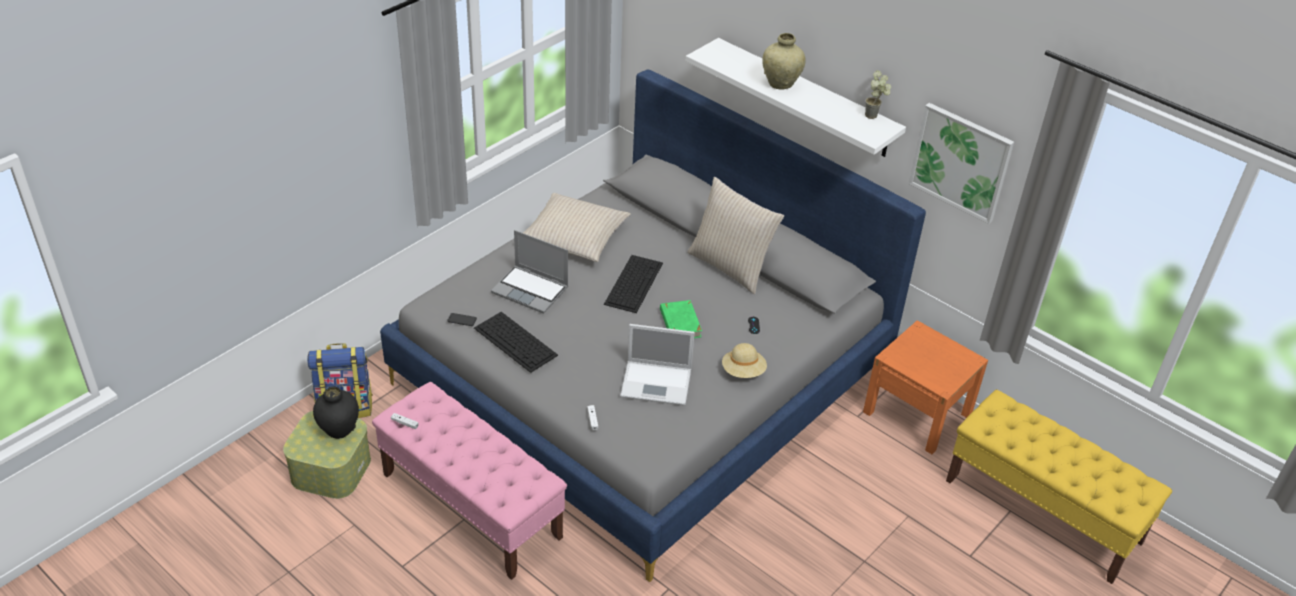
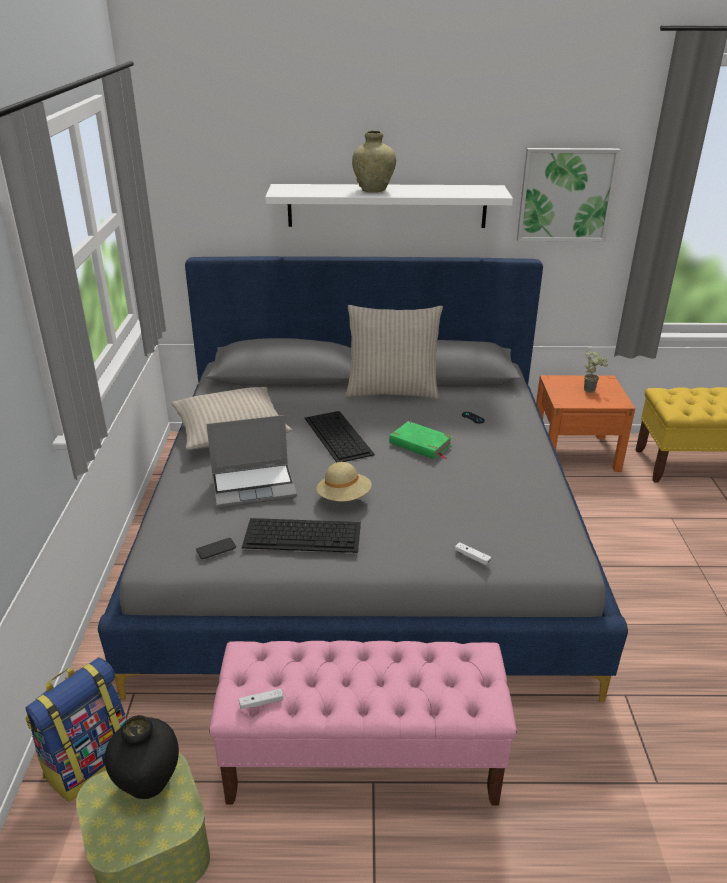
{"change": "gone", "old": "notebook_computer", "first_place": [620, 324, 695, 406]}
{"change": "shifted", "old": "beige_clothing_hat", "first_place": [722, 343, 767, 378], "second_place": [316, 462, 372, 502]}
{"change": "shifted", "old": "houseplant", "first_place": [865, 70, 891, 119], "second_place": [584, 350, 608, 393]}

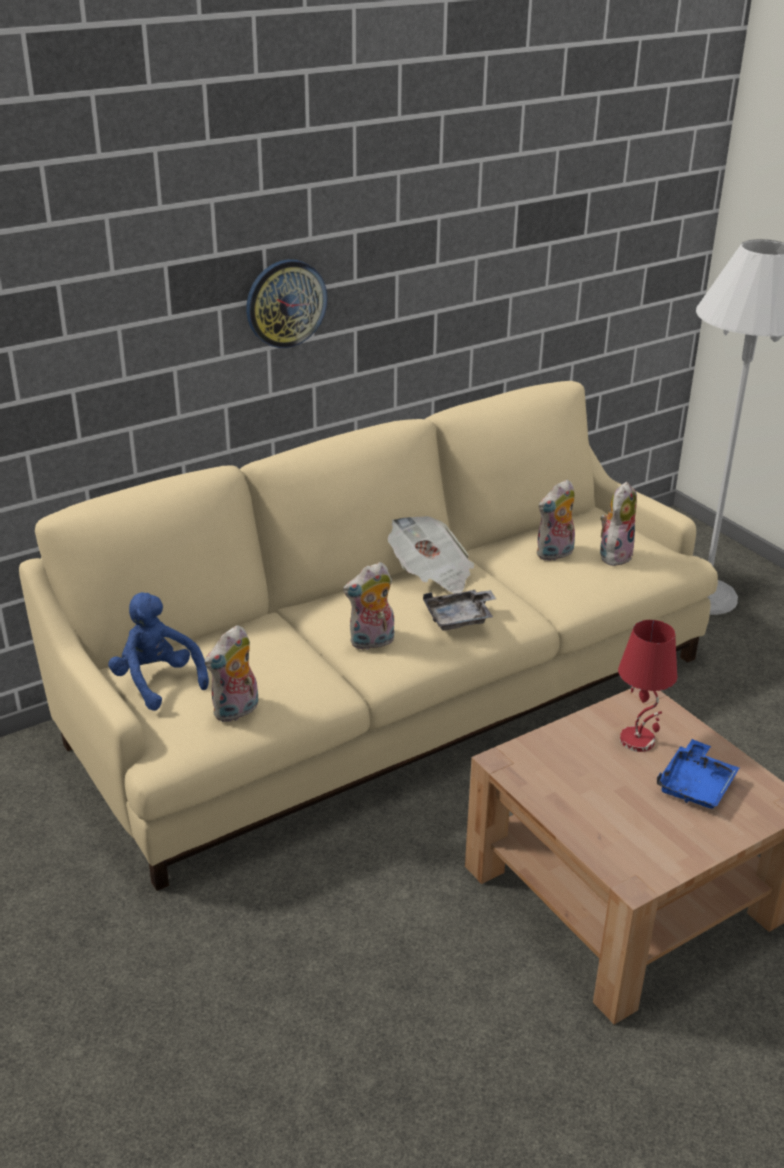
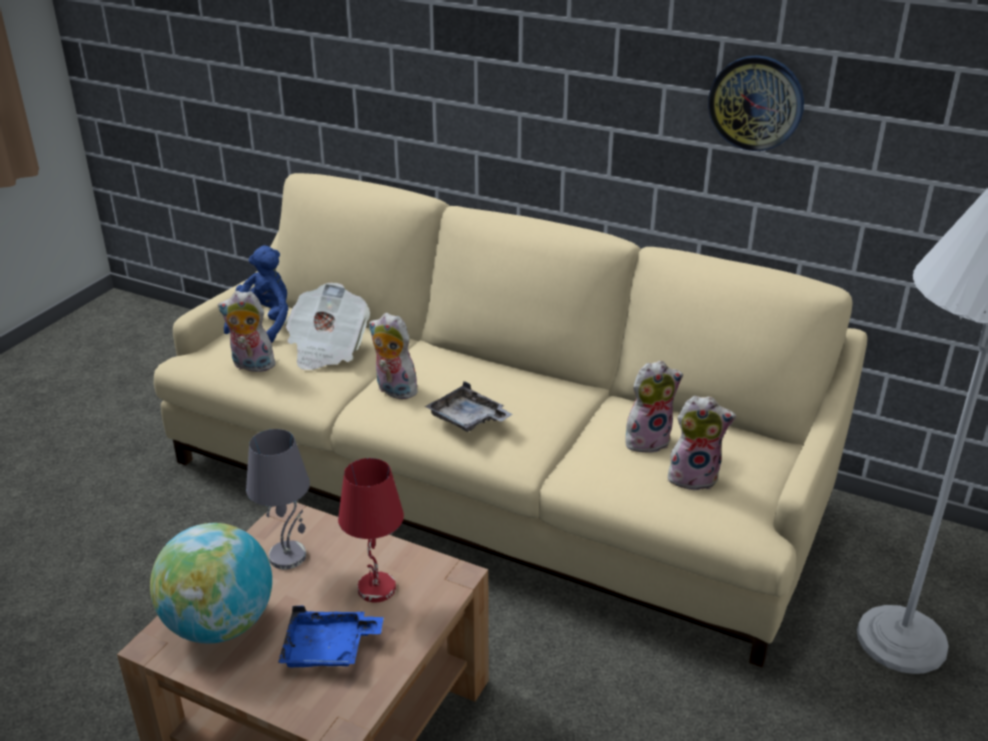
{"change": "shifted", "old": "clock_on_the_wall", "first_place": [246, 259, 327, 348], "second_place": [708, 55, 804, 151]}
{"change": "shifted", "old": "printed_paper", "first_place": [388, 516, 475, 593], "second_place": [285, 283, 370, 370]}
{"change": "rotated", "old": "plush_toy", "first_place": [537, 480, 575, 561], "second_place": [625, 361, 683, 454], "degrees": 135}
{"change": "new", "new": "globe", "second_place": [150, 523, 272, 643]}
{"change": "new", "new": "greyish_table_lamp", "second_place": [246, 429, 310, 569]}

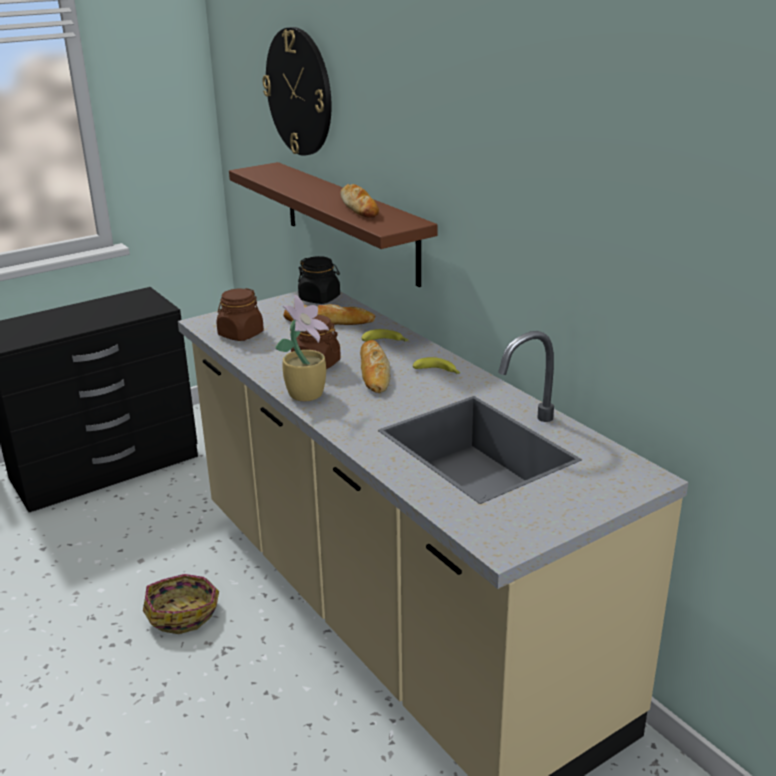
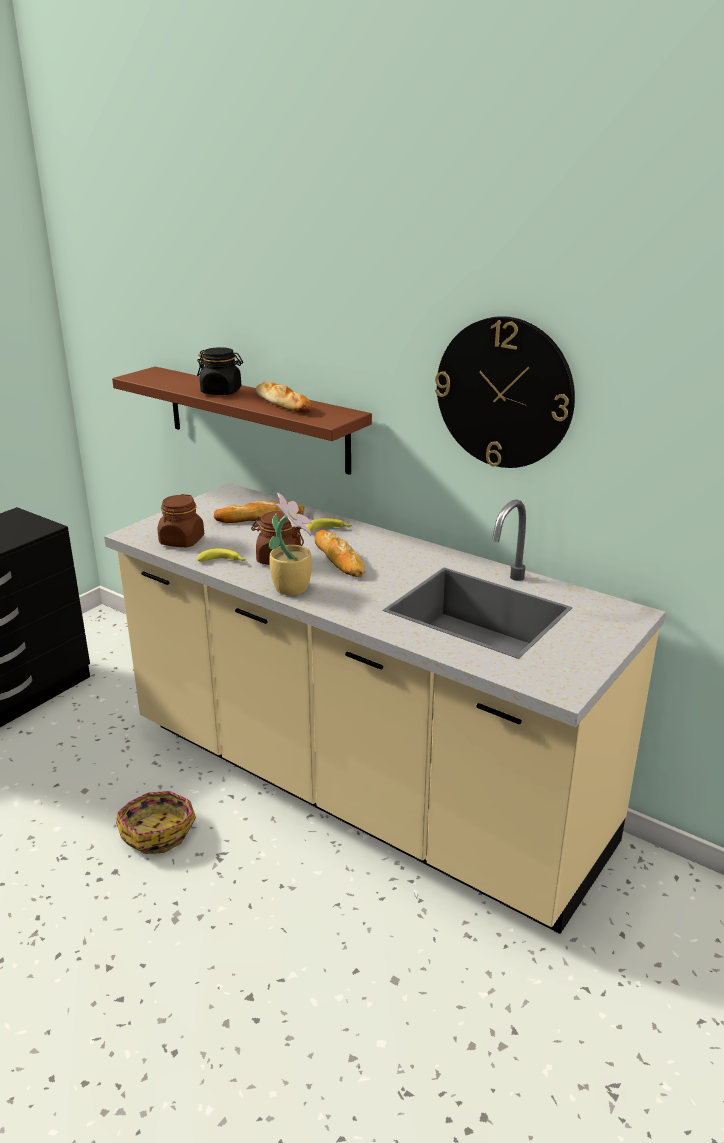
{"change": "shifted", "old": "clock_on_the_wall", "first_place": [263, 27, 332, 156], "second_place": [435, 316, 575, 468]}
{"change": "shifted", "old": "black-coloured_preserve_jar", "first_place": [298, 256, 340, 304], "second_place": [197, 347, 243, 395]}
{"change": "shifted", "old": "whole_banana", "first_place": [413, 357, 460, 374], "second_place": [197, 548, 246, 562]}

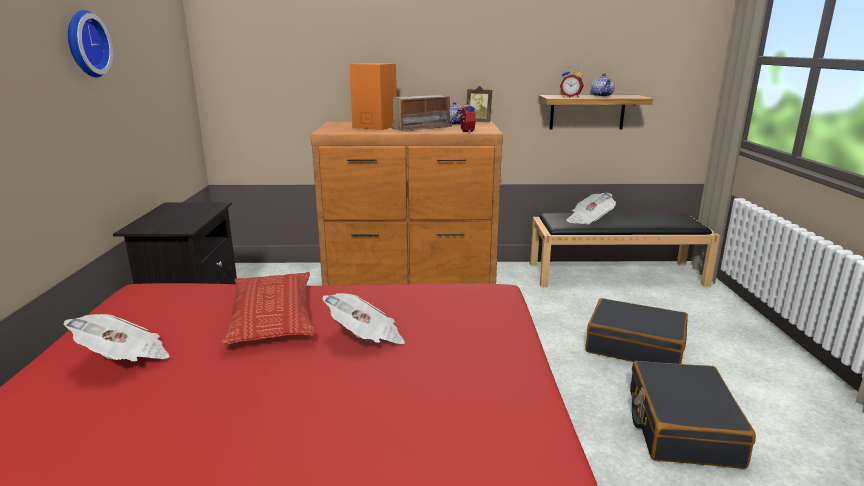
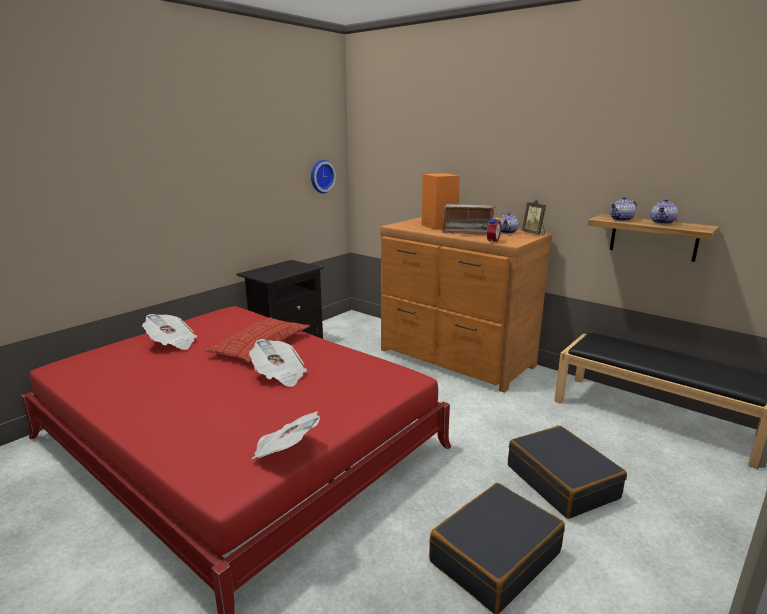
{"change": "shifted", "old": "clock_on_the_wall", "first_place": [68, 10, 113, 78], "second_place": [311, 160, 336, 193]}
{"change": "swapped", "old": "table_clock", "new": "tea_pot", "first_place": [560, 66, 584, 97], "second_place": [610, 197, 637, 221]}
{"change": "shifted", "old": "printed_paper", "first_place": [566, 193, 616, 225], "second_place": [251, 411, 320, 460]}

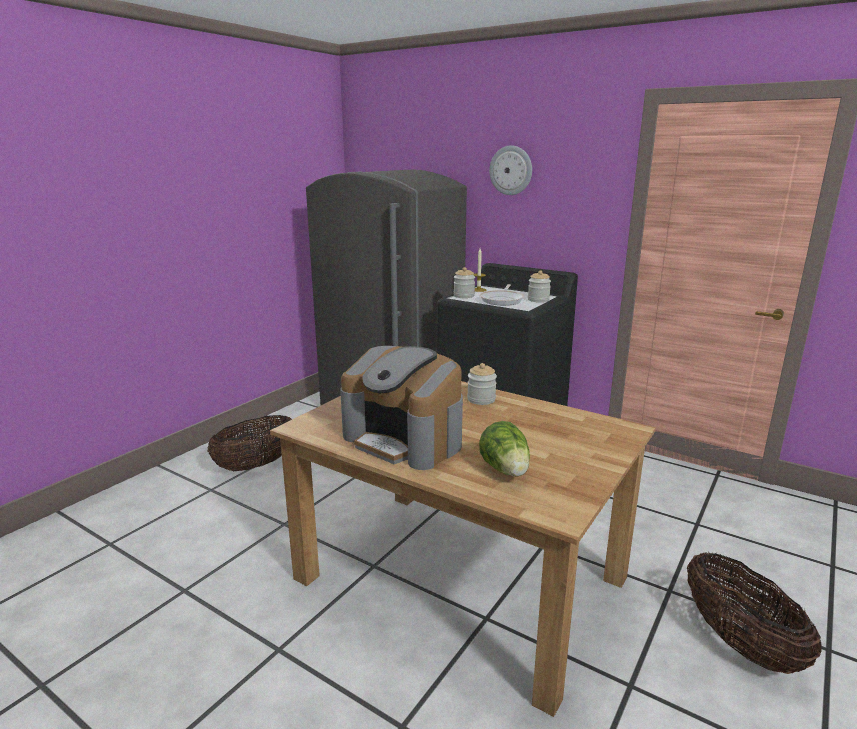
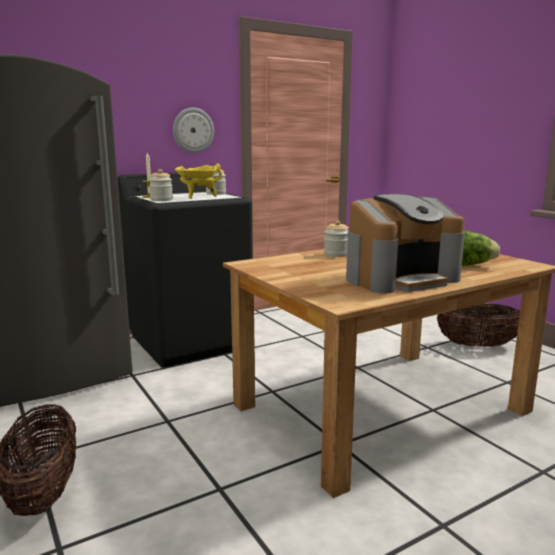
{"change": "swapped", "old": "frying_pan", "new": "yellow-coloured_stockpot", "first_place": [479, 284, 524, 305], "second_place": [175, 163, 222, 199]}
{"change": "shifted", "old": "clock_on_the_wall", "first_place": [489, 145, 532, 195], "second_place": [173, 107, 214, 153]}

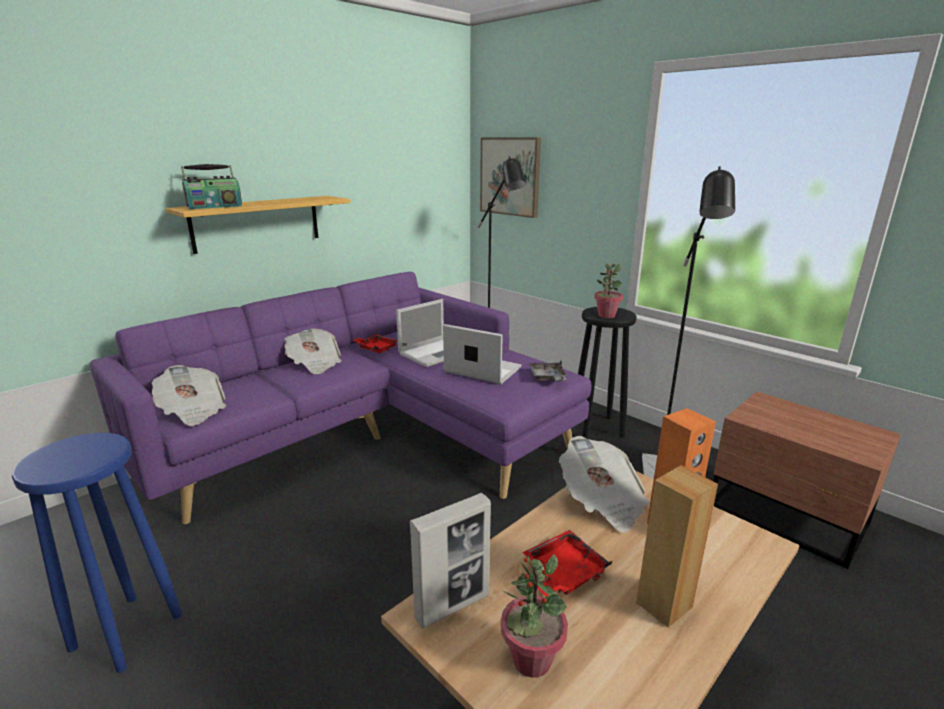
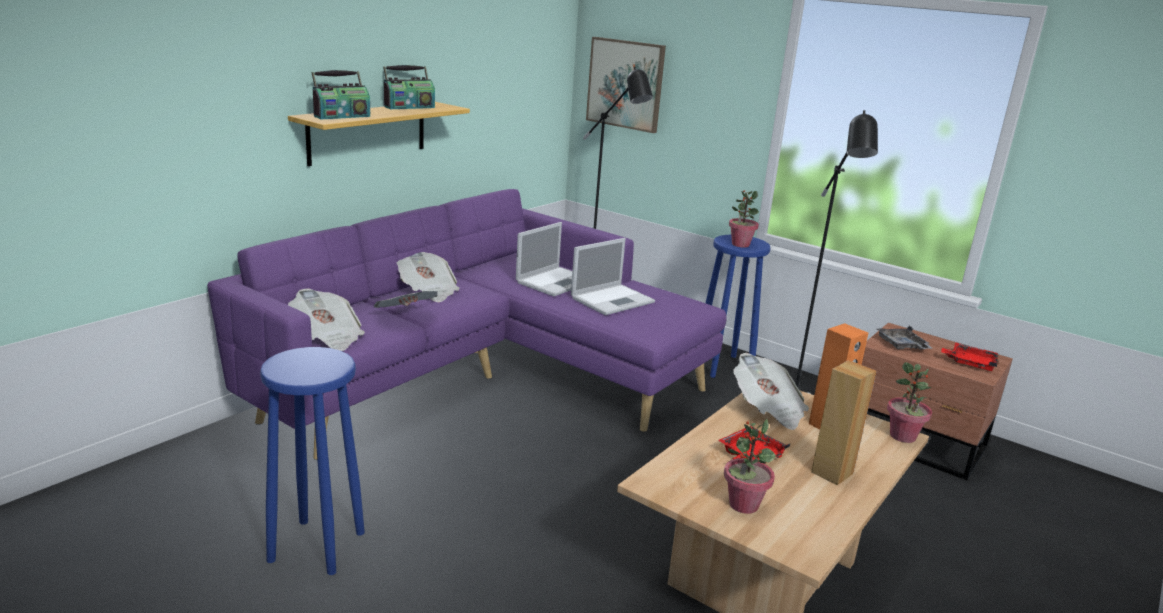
{"change": "shifted", "old": "red_carrying_tray", "first_place": [353, 334, 398, 353], "second_place": [941, 342, 998, 371]}
{"change": "gone", "old": "photo_frame", "first_place": [410, 493, 491, 629]}
{"change": "rotated", "old": "notebook_computer", "first_place": [443, 324, 521, 384], "second_place": [571, 238, 655, 315], "degrees": 120}
{"change": "shifted", "old": "greyish_carrying_tray", "first_place": [529, 360, 568, 381], "second_place": [877, 326, 932, 350]}
{"change": "repainted", "old": "black-coloured_sitting_stool", "new": "blue-coloured_sitting_stool", "first_place": [578, 307, 637, 438], "second_place": [706, 235, 771, 378]}
{"change": "new", "new": "printed_paper", "second_place": [374, 291, 438, 308]}
{"change": "new", "new": "radio_set", "second_place": [383, 65, 435, 109]}
{"change": "new", "new": "houseplant", "second_place": [887, 362, 932, 443]}

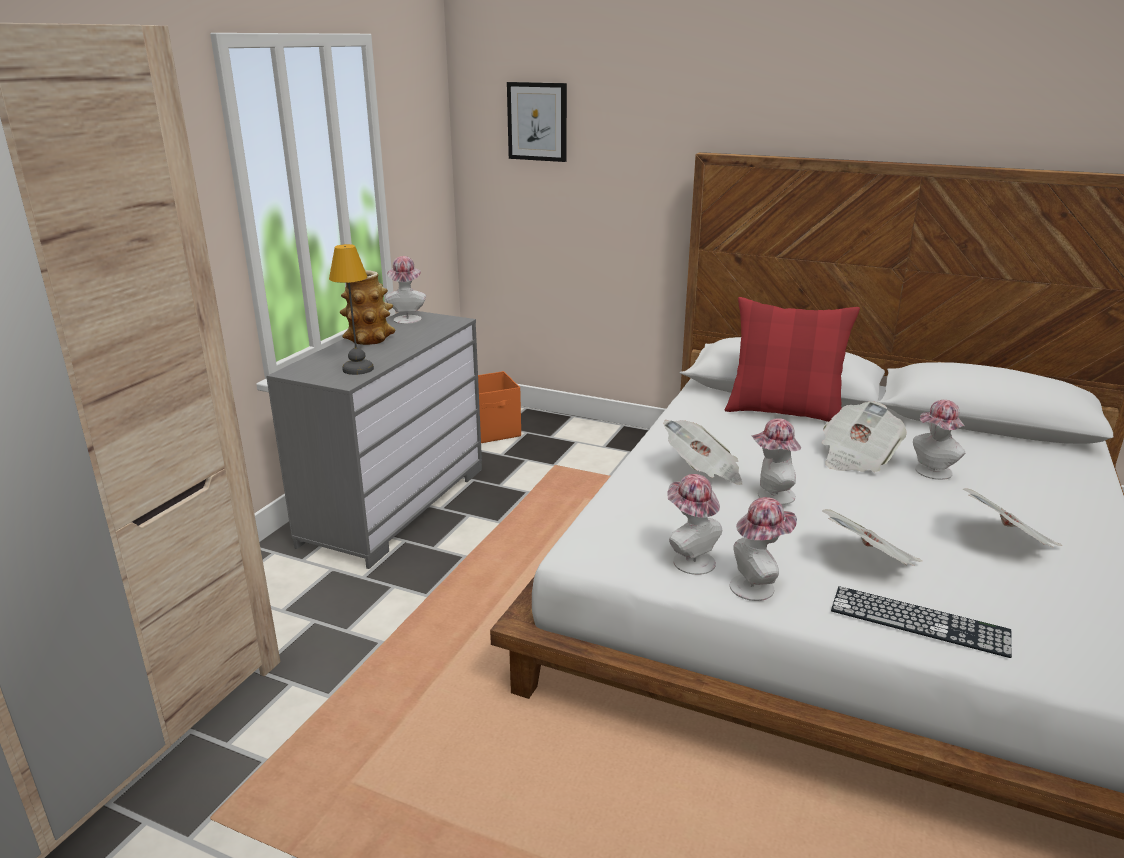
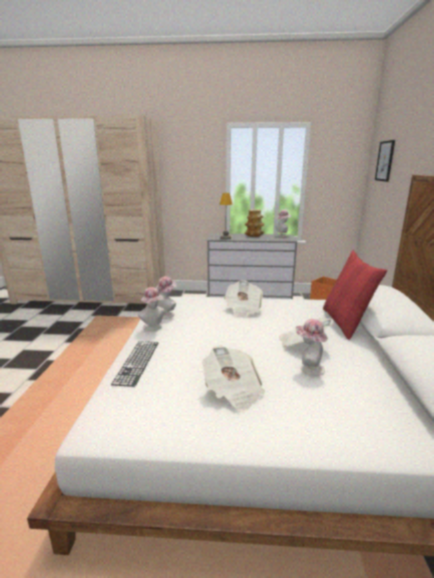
{"change": "gone", "old": "clothing_hat", "first_place": [751, 418, 801, 505]}
{"change": "gone", "old": "printed_paper", "first_place": [822, 509, 922, 566]}

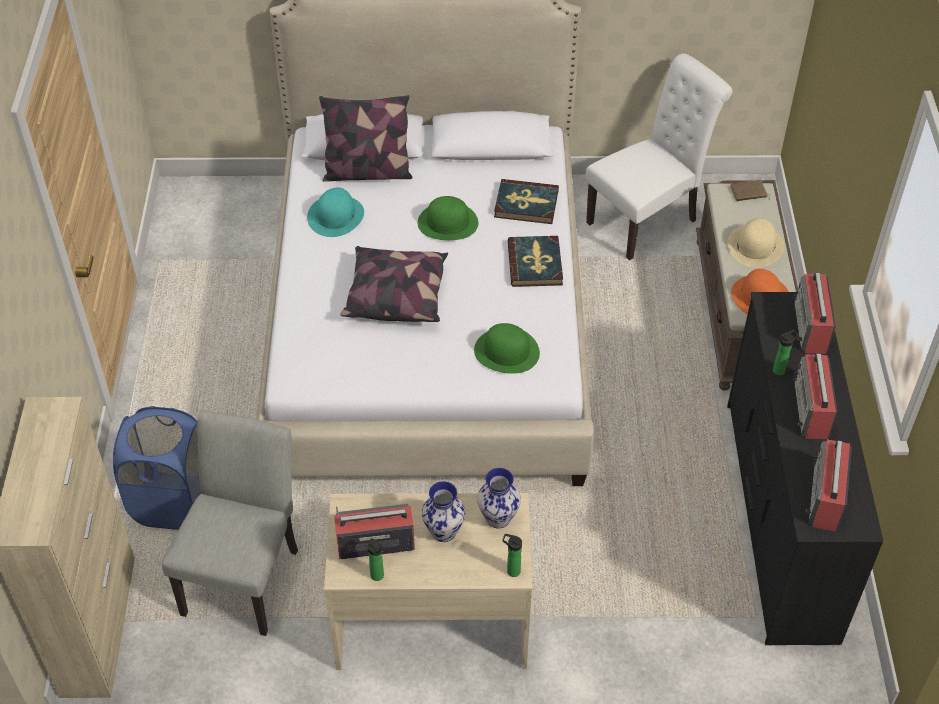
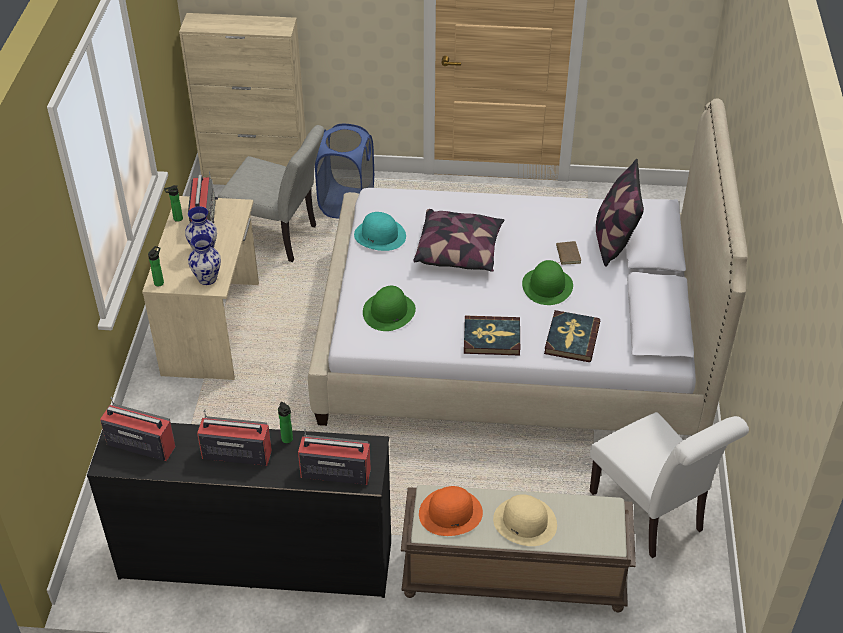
{"change": "shifted", "old": "blue-green_clothing_hat", "first_place": [307, 188, 364, 237], "second_place": [354, 212, 406, 251]}
{"change": "shifted", "old": "brown-coloured_bound_book", "first_place": [730, 180, 770, 201], "second_place": [556, 241, 581, 265]}

